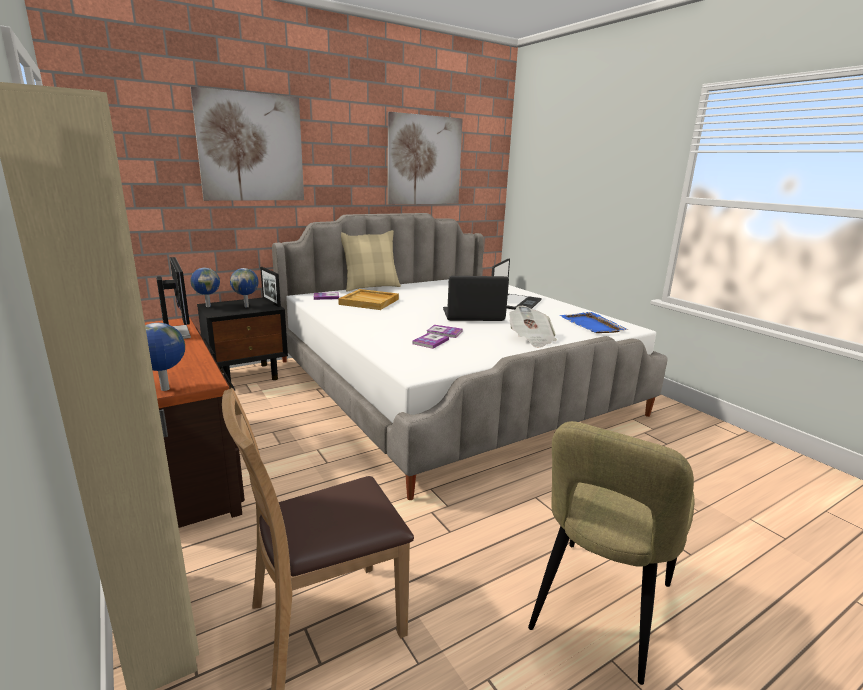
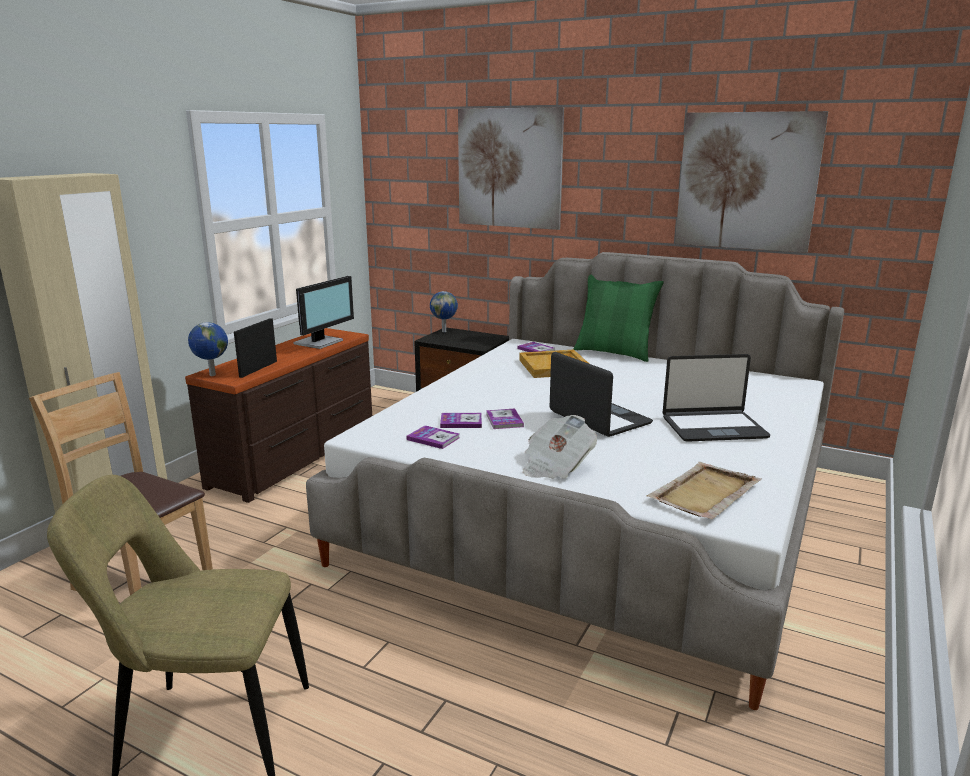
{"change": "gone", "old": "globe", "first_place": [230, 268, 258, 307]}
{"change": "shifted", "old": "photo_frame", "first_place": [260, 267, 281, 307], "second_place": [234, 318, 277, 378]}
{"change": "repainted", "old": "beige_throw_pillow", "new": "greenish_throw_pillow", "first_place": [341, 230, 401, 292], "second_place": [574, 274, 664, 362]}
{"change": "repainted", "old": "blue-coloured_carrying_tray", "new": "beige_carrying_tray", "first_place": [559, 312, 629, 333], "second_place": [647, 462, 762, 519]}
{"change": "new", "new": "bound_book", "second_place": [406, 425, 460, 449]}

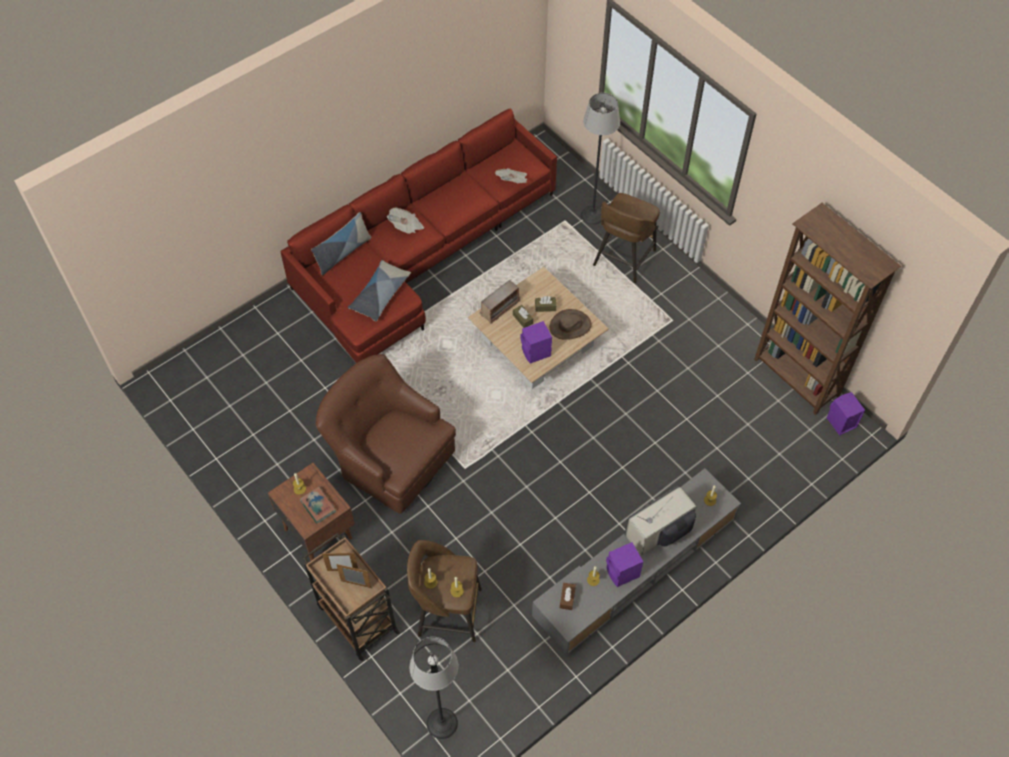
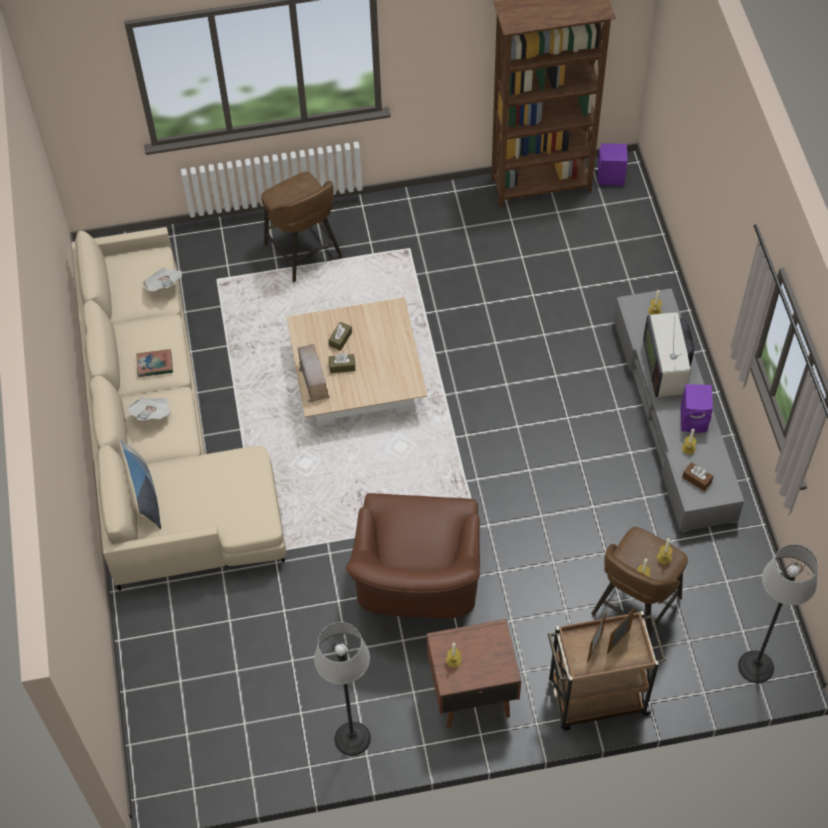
{"change": "repainted", "old": "red_sofa", "new": "beige_sofa", "first_place": [281, 108, 557, 363], "second_place": [71, 227, 286, 591]}
{"change": "shifted", "old": "bound_book", "first_place": [300, 487, 336, 524], "second_place": [136, 349, 173, 377]}
{"change": "rotated", "old": "brown-coloured_lounge_chair", "first_place": [316, 354, 456, 514], "second_place": [345, 493, 480, 618], "degrees": -60}
{"change": "gone", "old": "throw_pillow", "first_place": [348, 260, 411, 321]}
{"change": "gone", "old": "purple-coloured_audio_speaker", "first_place": [520, 321, 552, 364]}
{"change": "gone", "old": "brown-coloured_clothing_hat", "first_place": [550, 309, 592, 340]}
{"change": "shifted", "old": "standing_lamp", "first_place": [581, 93, 620, 225], "second_place": [314, 622, 371, 756]}

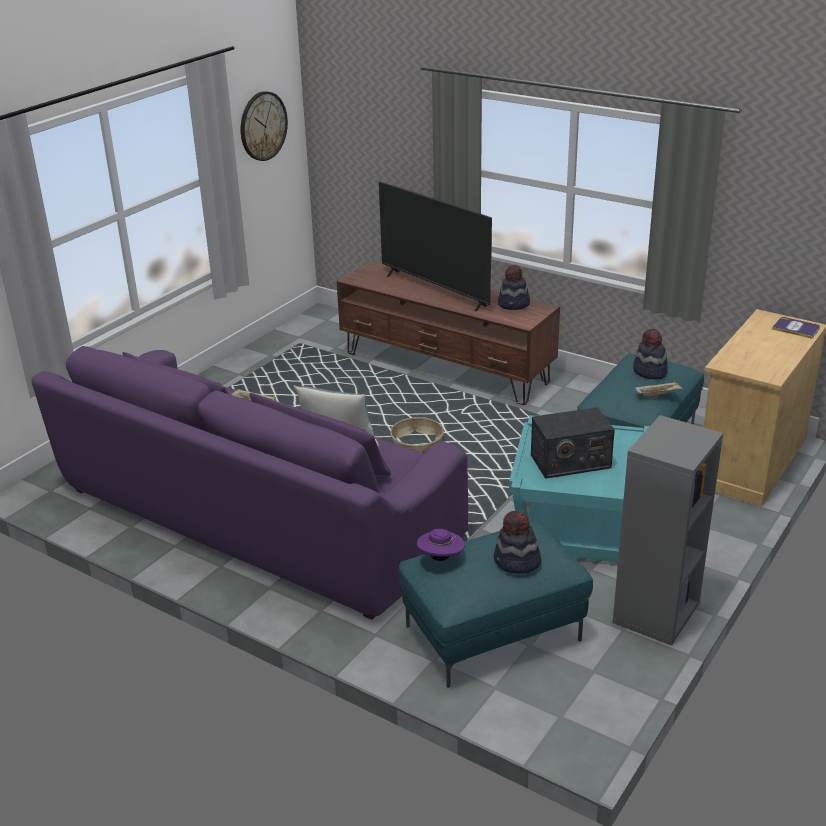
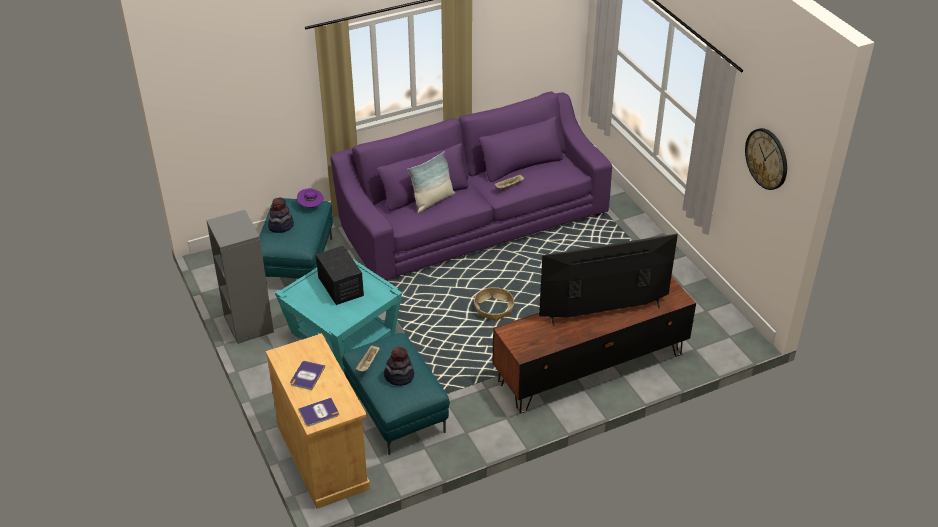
{"change": "gone", "old": "clothing_hat", "first_place": [498, 265, 530, 310]}
{"change": "rotated", "old": "radio_set", "first_place": [531, 407, 615, 479], "second_place": [316, 246, 364, 305], "degrees": 135}
{"change": "new", "new": "bound_book", "second_place": [290, 361, 325, 390]}

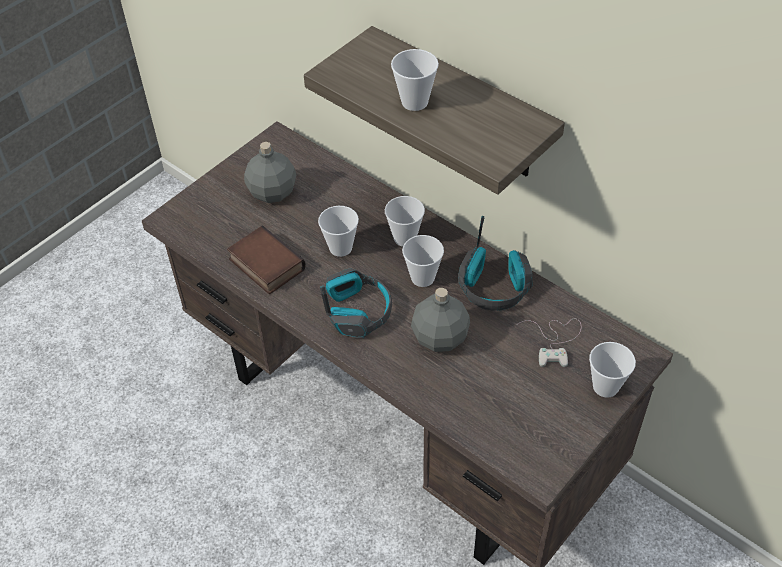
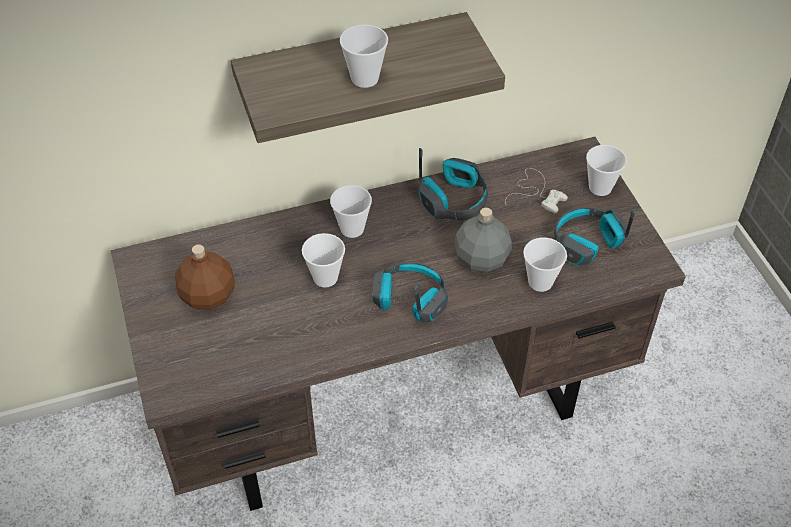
{"change": "gone", "old": "bound_book", "first_place": [227, 225, 306, 294]}
{"change": "repainted", "old": "greyish_drink_bottle", "new": "brown-coloured_drink_bottle", "first_place": [244, 142, 296, 203], "second_place": [175, 244, 235, 310]}
{"change": "shifted", "old": "cup", "first_place": [402, 235, 444, 287], "second_place": [523, 238, 567, 292]}
{"change": "new", "new": "pair_of_headphones", "second_place": [554, 207, 635, 265]}

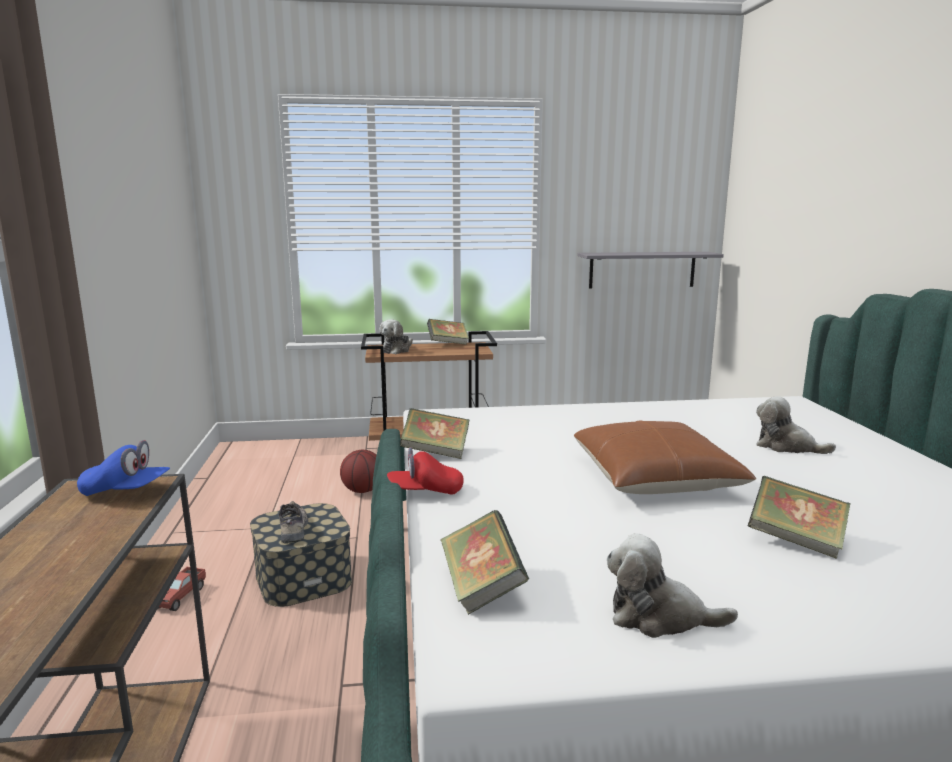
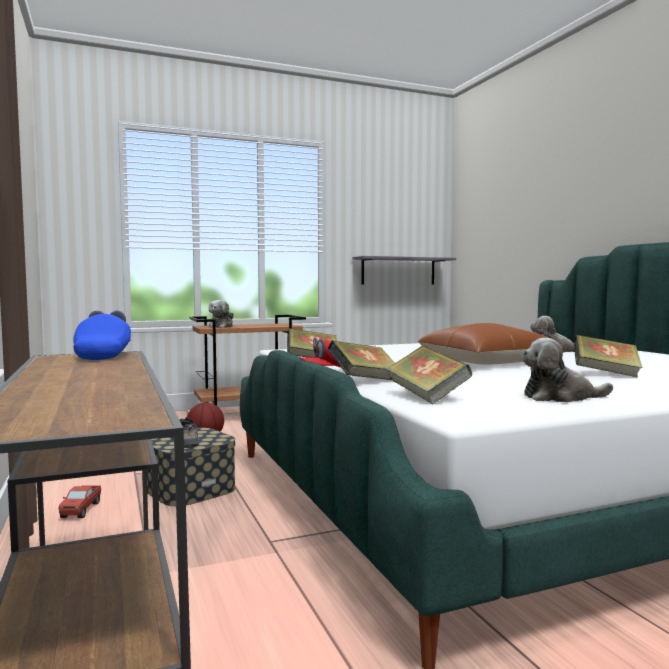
{"change": "rotated", "old": "blue-coloured_peaked_cap", "first_place": [77, 440, 170, 496], "second_place": [73, 311, 131, 360], "degrees": -90}
{"change": "shifted", "old": "bound_book", "first_place": [427, 319, 469, 345], "second_place": [328, 341, 395, 380]}

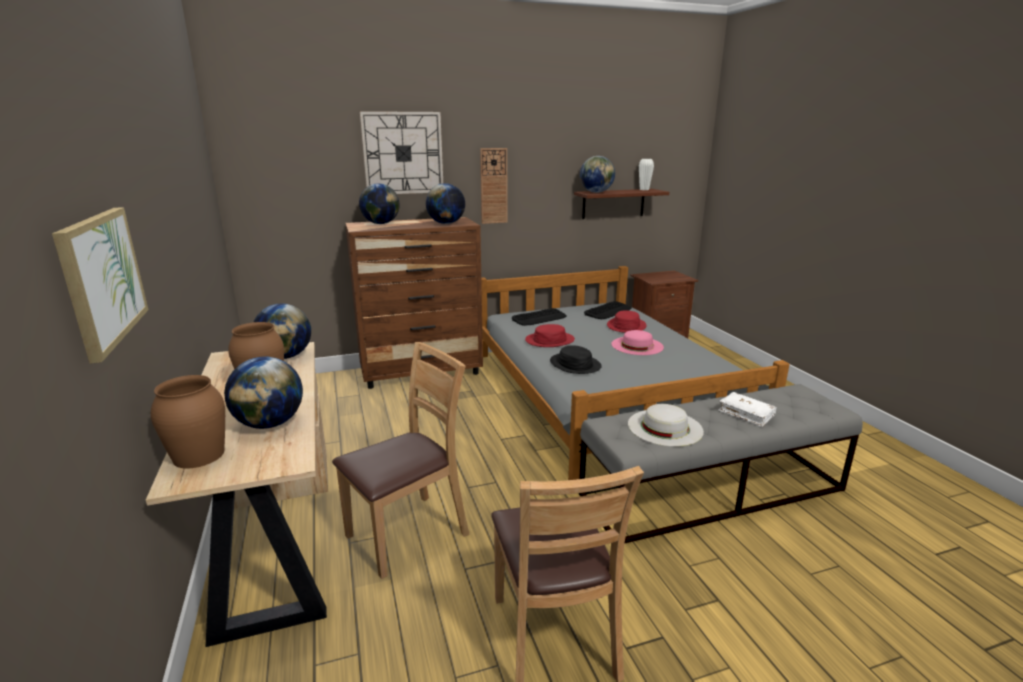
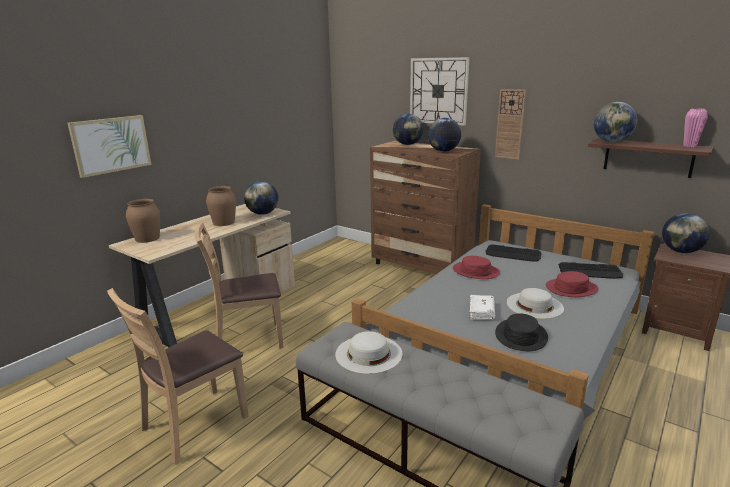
{"change": "shifted", "old": "globe", "first_place": [224, 356, 303, 429], "second_place": [662, 213, 710, 253]}
{"change": "rotated", "old": "brown-coloured_upright_chair", "first_place": [332, 342, 470, 579], "second_place": [195, 223, 284, 348], "degrees": 150}
{"change": "shifted", "old": "black-coloured_clothing_hat", "first_place": [550, 345, 602, 374], "second_place": [495, 313, 548, 351]}
{"change": "repainted", "old": "pinkish_clothing_hat", "new": "white-coloured_clothing_hat", "first_place": [611, 330, 664, 355], "second_place": [506, 288, 564, 319]}
{"change": "repainted", "old": "white-coloured_flower_vase", "new": "pinkish_flower_vase", "first_place": [639, 159, 654, 190], "second_place": [683, 108, 708, 147]}
{"change": "shifted", "old": "white-coloured_bound_book", "first_place": [718, 392, 777, 427], "second_place": [470, 295, 495, 320]}

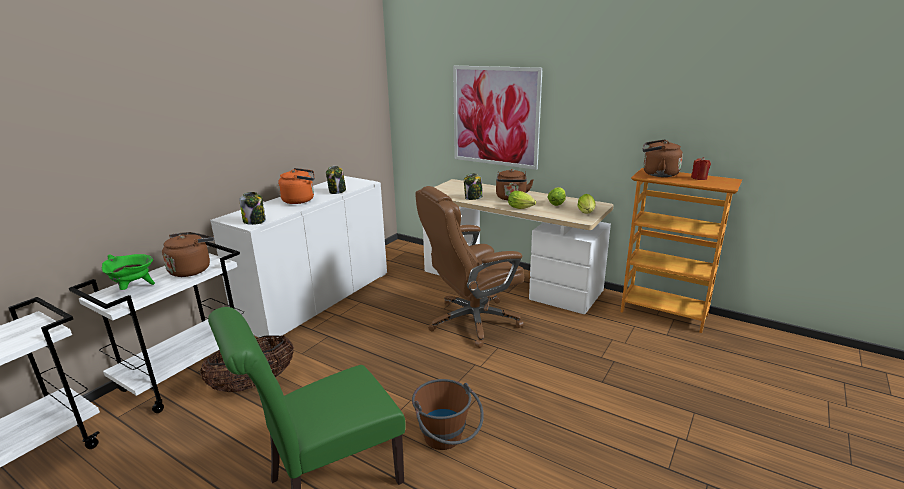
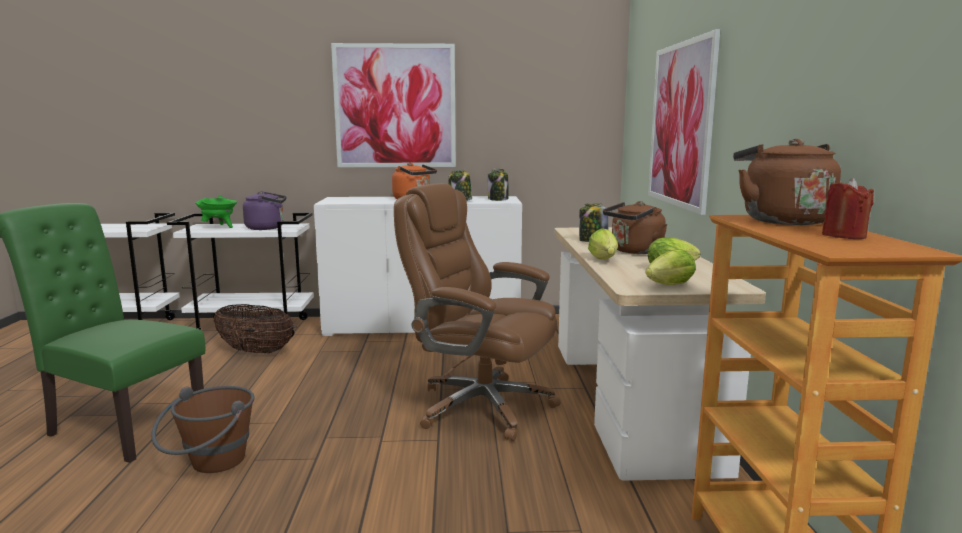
{"change": "repainted", "old": "brown-coloured_tea_kettle", "new": "purple-coloured_tea_kettle", "first_place": [162, 232, 214, 277], "second_place": [243, 191, 287, 230]}
{"change": "shifted", "old": "preserve_jar", "first_place": [240, 192, 266, 225], "second_place": [488, 169, 509, 201]}
{"change": "new", "new": "wall_picture", "second_place": [331, 43, 456, 167]}

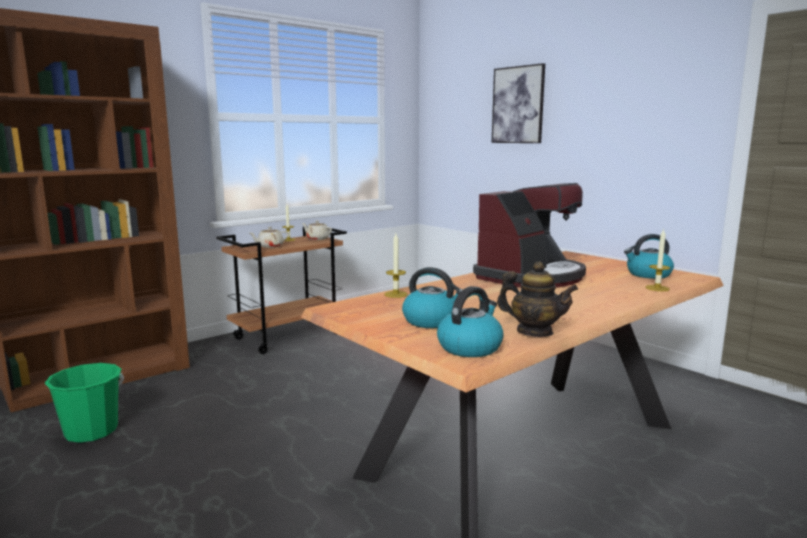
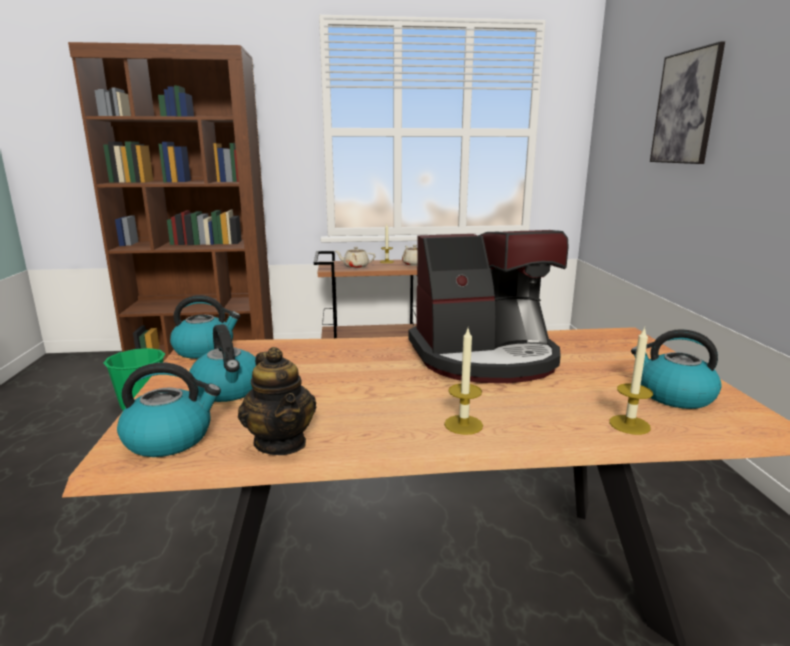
{"change": "shifted", "old": "candle", "first_place": [384, 234, 408, 298], "second_place": [444, 329, 483, 435]}
{"change": "new", "new": "tea_kettle", "second_place": [170, 295, 241, 359]}

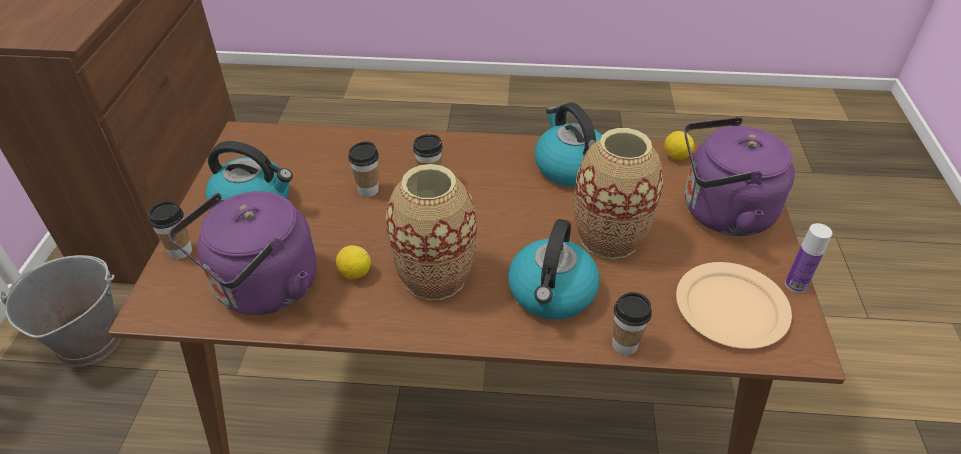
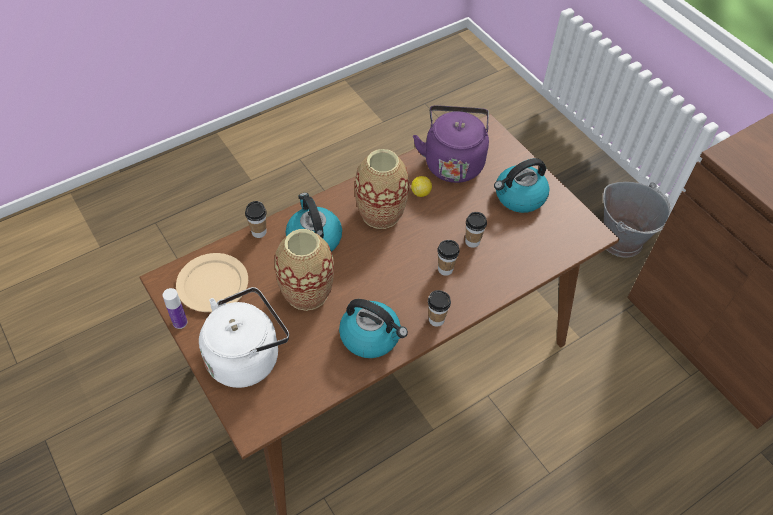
{"change": "shifted", "old": "cup", "first_place": [149, 201, 192, 259], "second_place": [428, 290, 451, 327]}
{"change": "gone", "old": "lemon", "first_place": [664, 131, 694, 160]}
{"change": "repainted", "old": "purple-coloured_tea_kettle", "new": "white-coloured_tea_kettle", "first_place": [684, 117, 795, 236], "second_place": [199, 287, 289, 388]}

